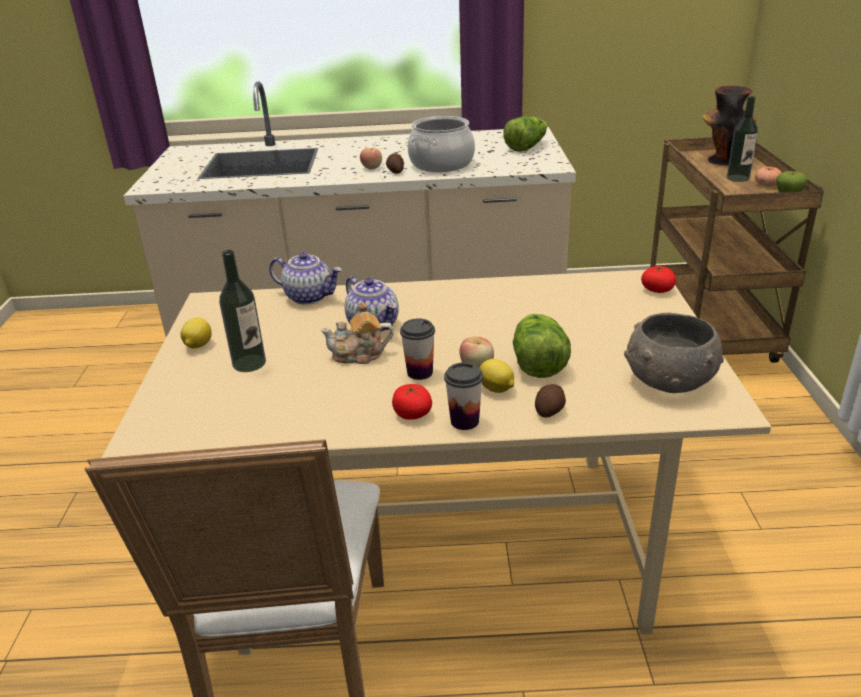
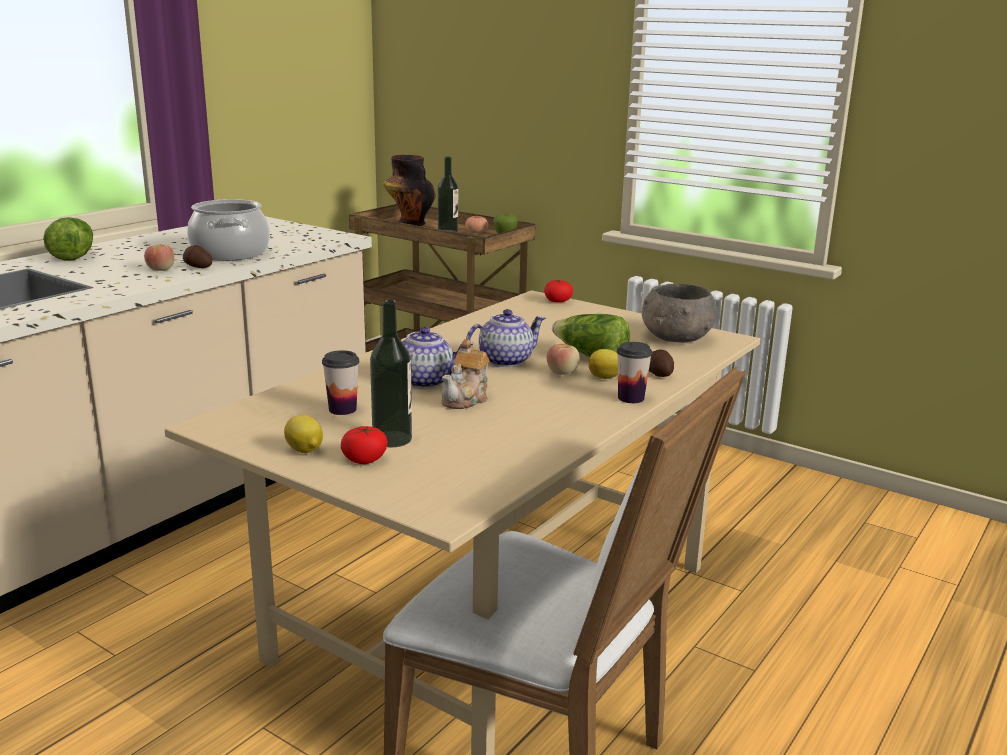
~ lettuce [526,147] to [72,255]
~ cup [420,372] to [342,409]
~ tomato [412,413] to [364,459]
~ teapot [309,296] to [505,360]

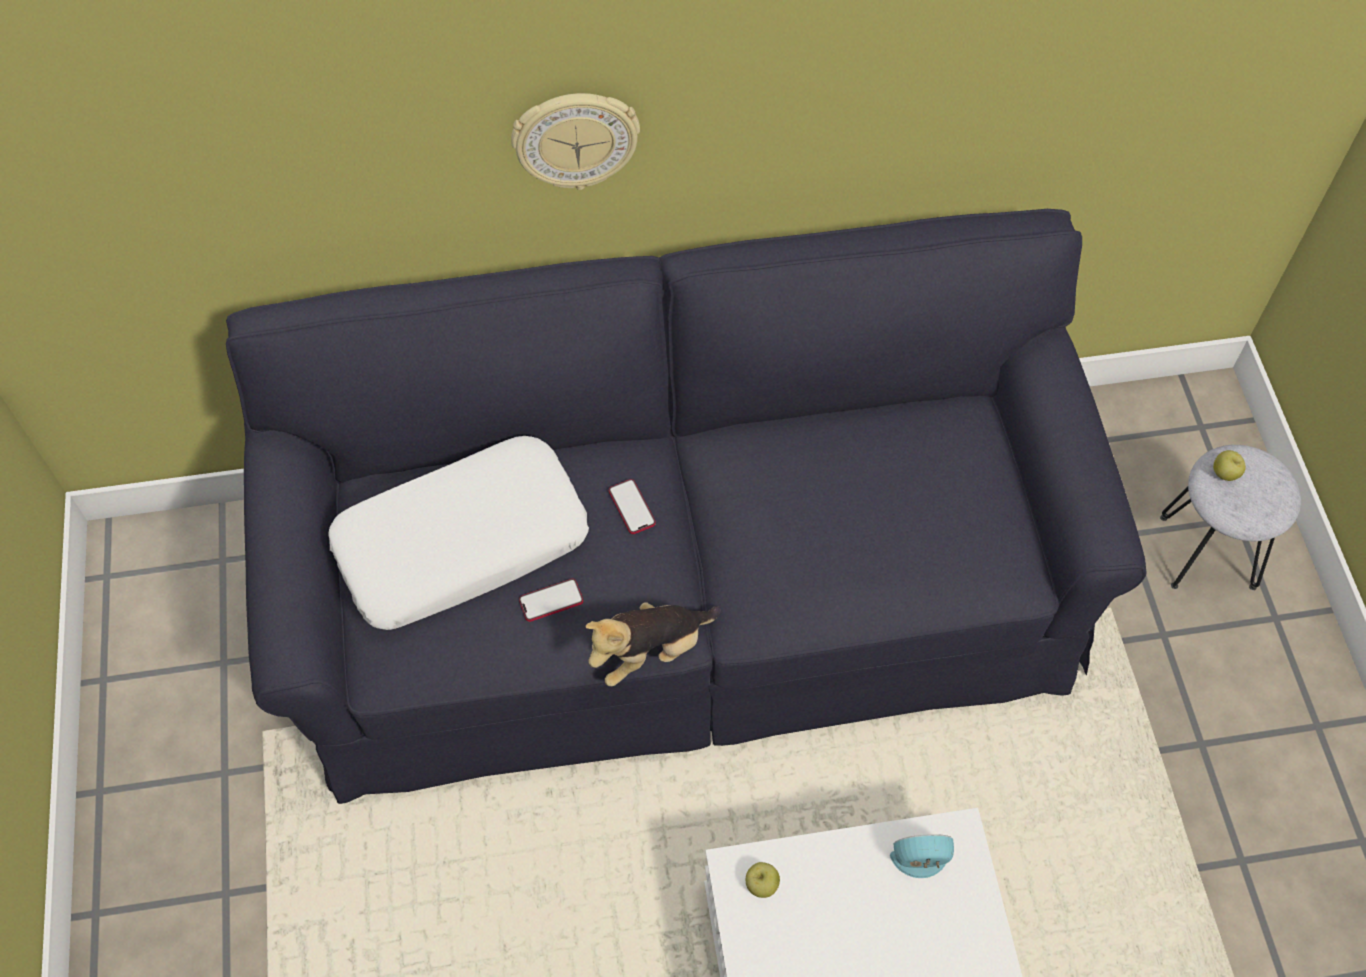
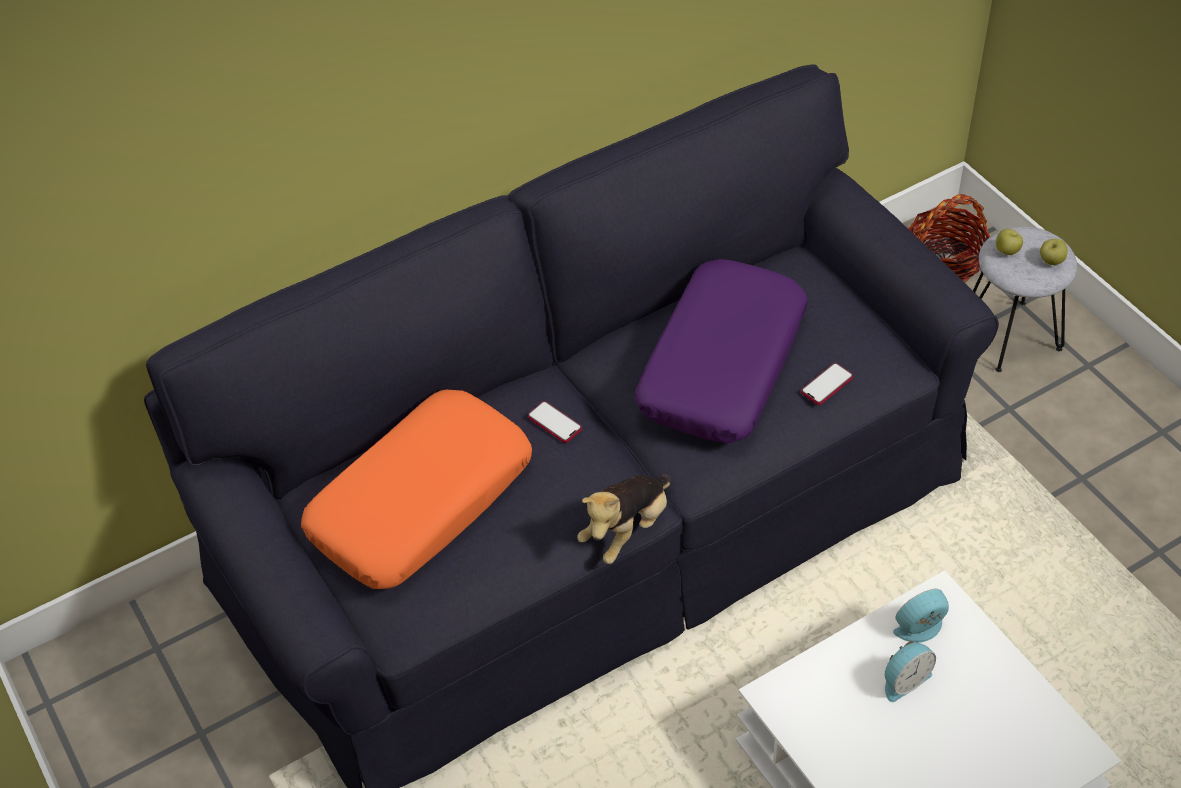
~ white pillow [462,543] to orange pillow [421,501]
+ purple pillow [721,365]
~ phone [551,601] to [827,385]
+ alarm clock [904,680]
+ basket [945,261]
~ apple [761,885] to [1051,261]
- wall clock [575,139]

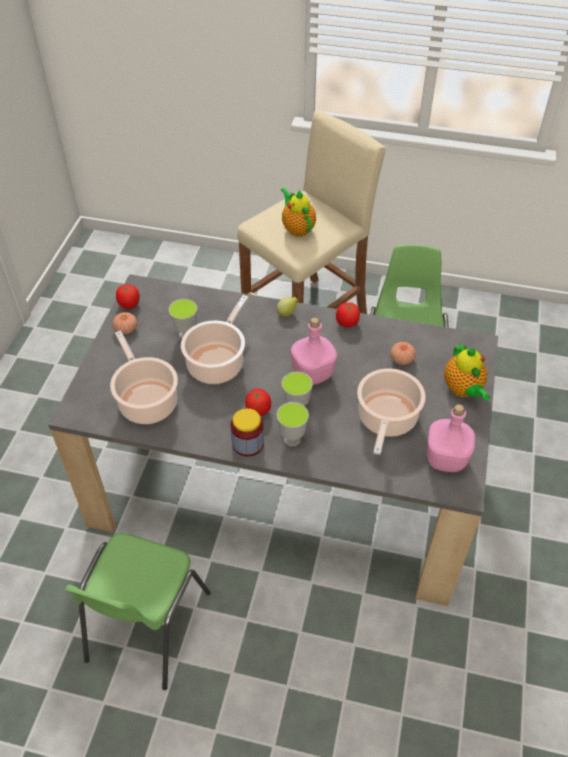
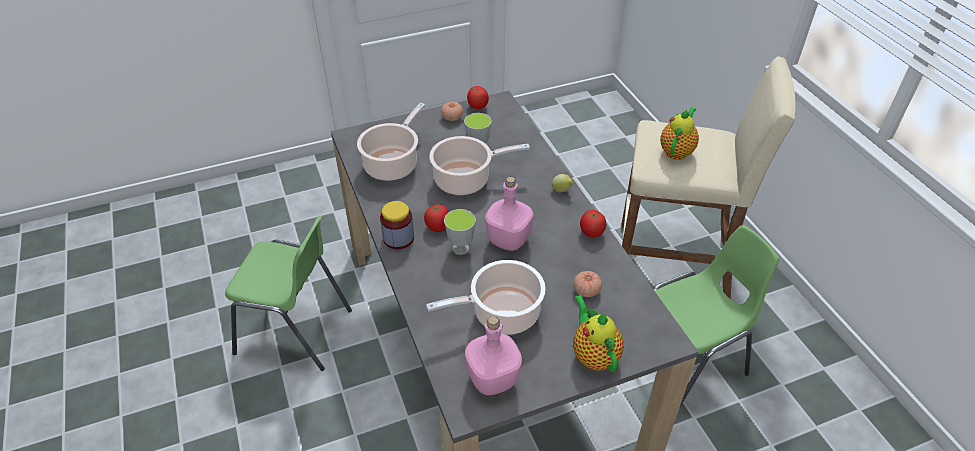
~ green chair [146,627] = [295,331] 150 degrees counterclockwise
~ teapot [463,390] = [593,354] 120 degrees clockwise
- cup [292,439]

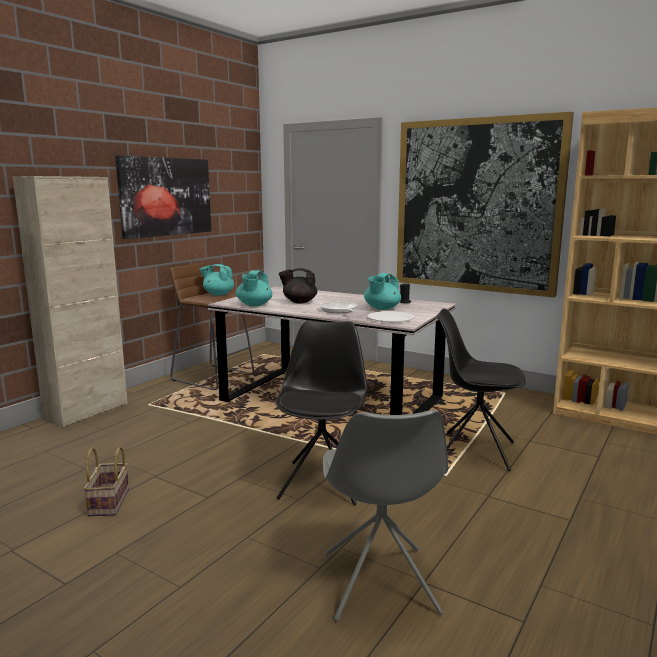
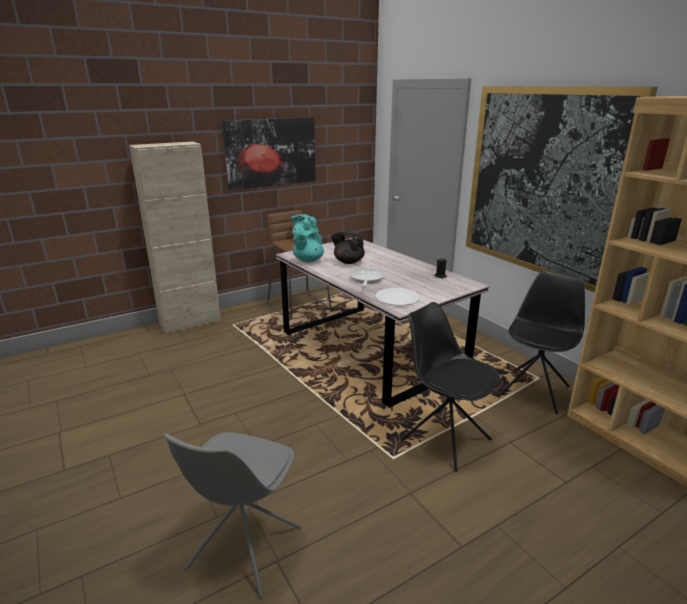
~ black chair [322,481] to [535,390]
- basket [110,503]
- turquoise teapot [381,308]

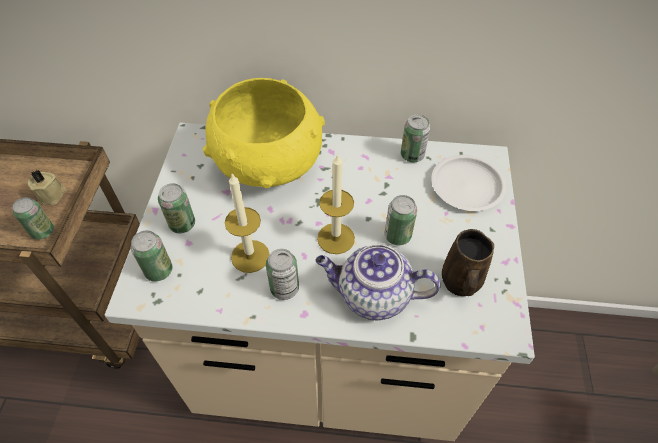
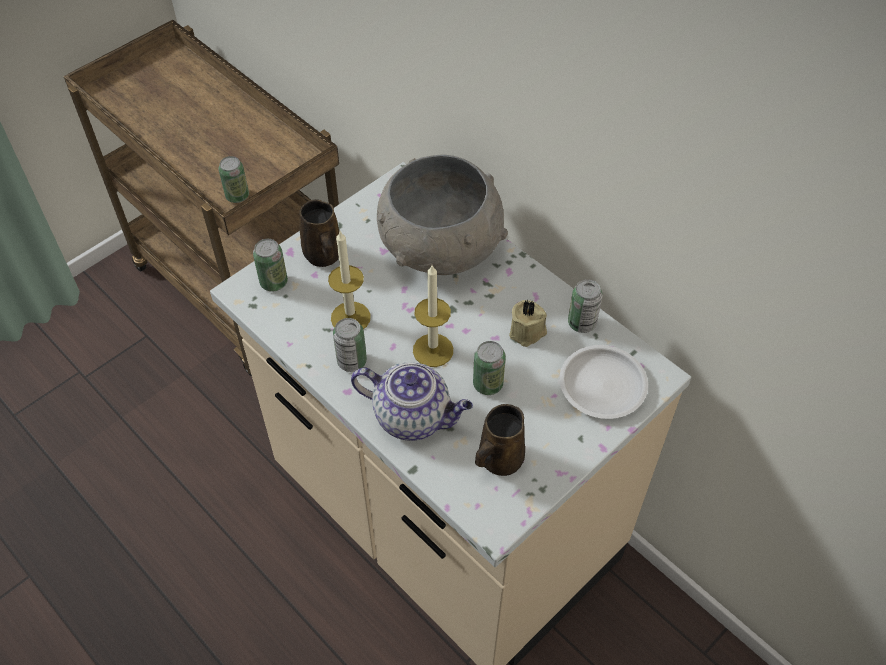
~ can [182,224] to brown mug [323,256]
~ teapot [372,296] = [414,417] 150 degrees clockwise
~ yellow bowl [268,166] to grey bowl [440,249]
~ beige candle [52,195] to [528,332]

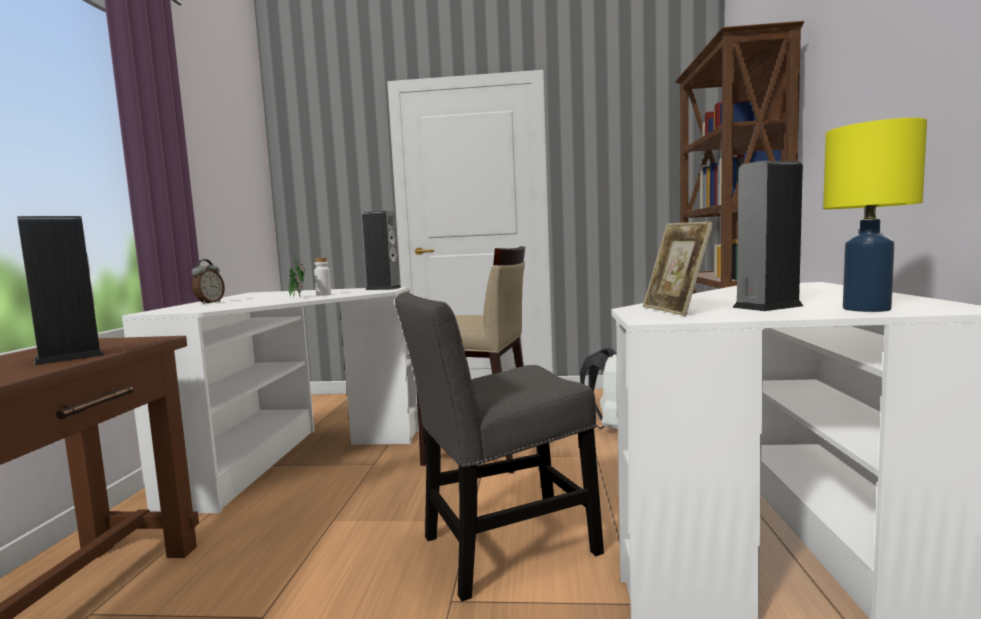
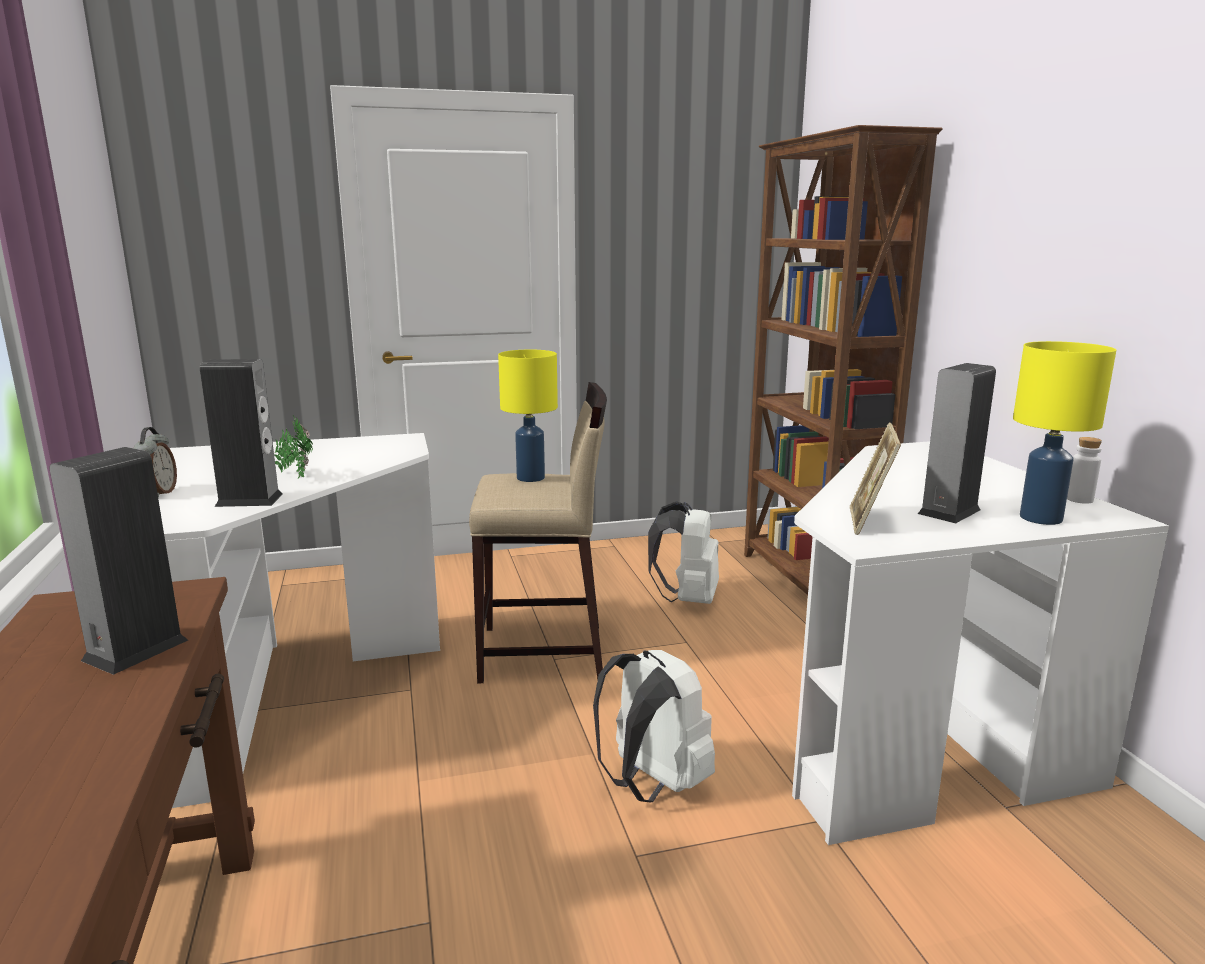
~ speaker [383,288] to [249,500]
+ yellow table lamp [531,477]
~ grey chair [501,549] to white backpack [652,784]
~ picture frame [675,310] = [869,522] 45 degrees clockwise
~ white bottle [323,295] to [1079,499]

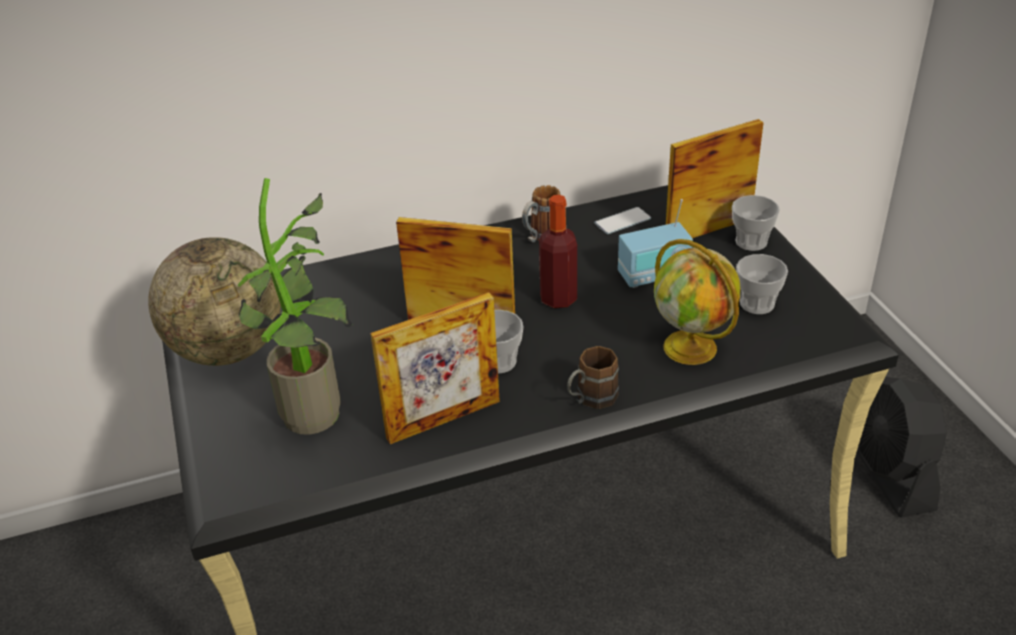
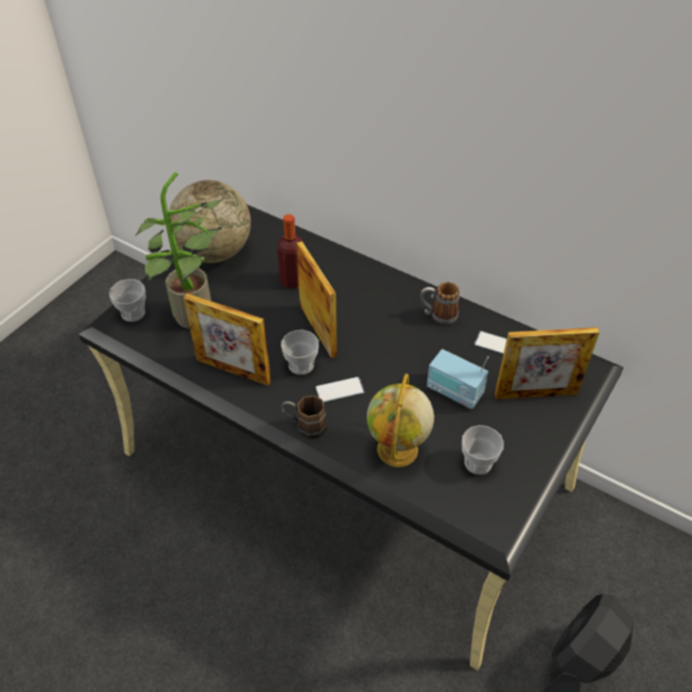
~ cup [751,242] to [133,313]
~ bottle [558,298] to [293,281]
+ phone [340,390]
~ picture frame [708,230] = [536,394] 150 degrees clockwise

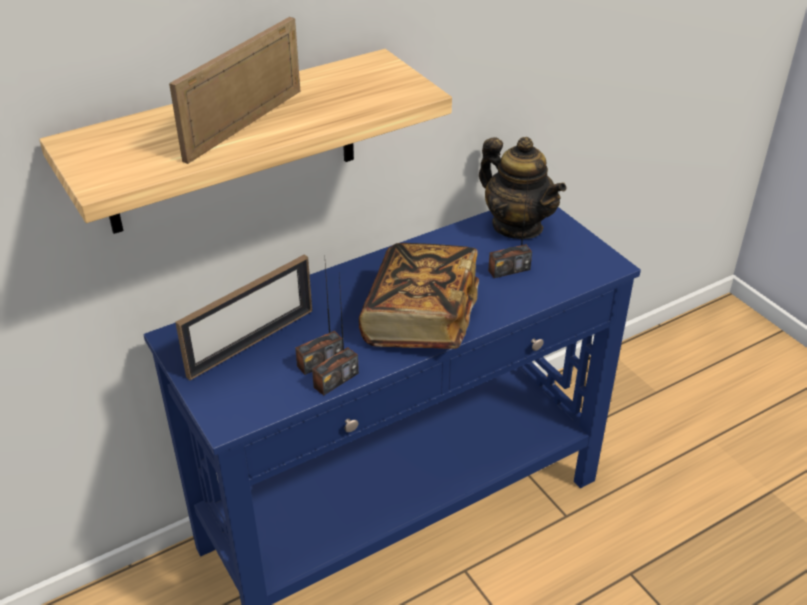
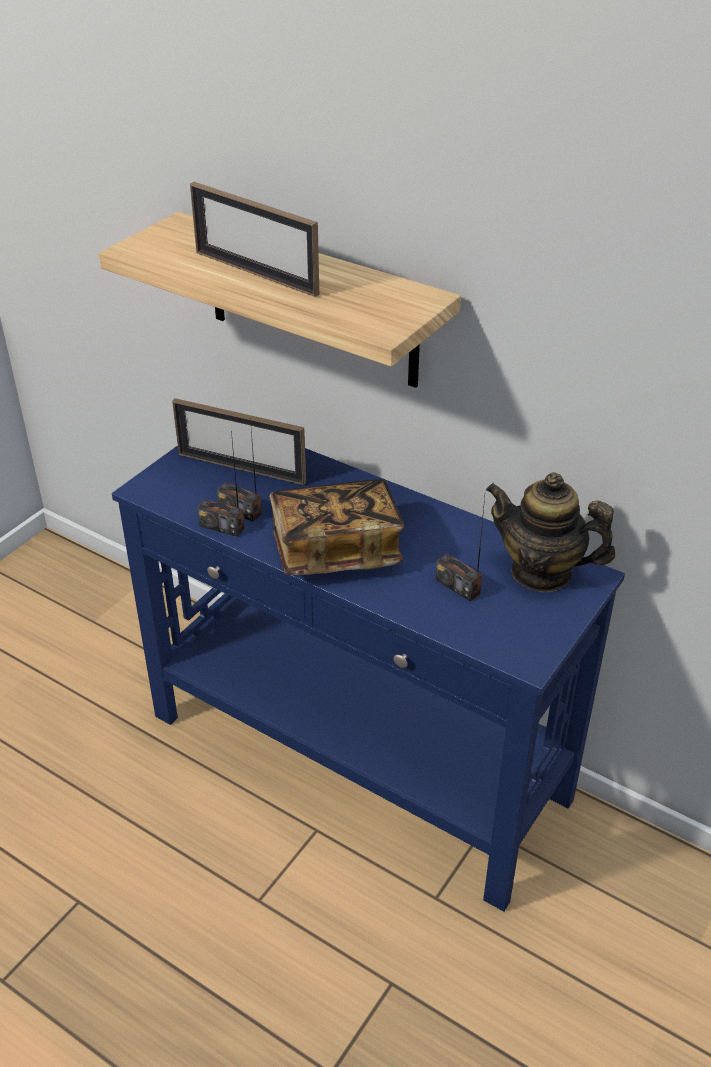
~ picture frame [244,124] = [256,273] 150 degrees counterclockwise
~ teapot [517,226] = [541,572] 90 degrees clockwise

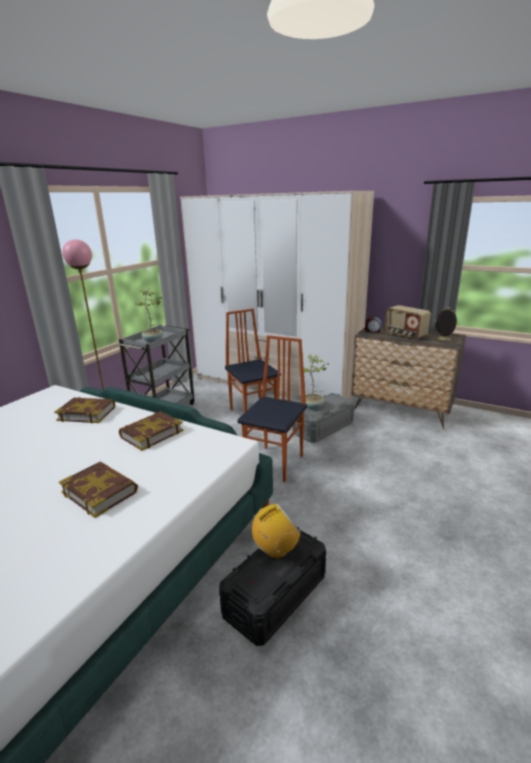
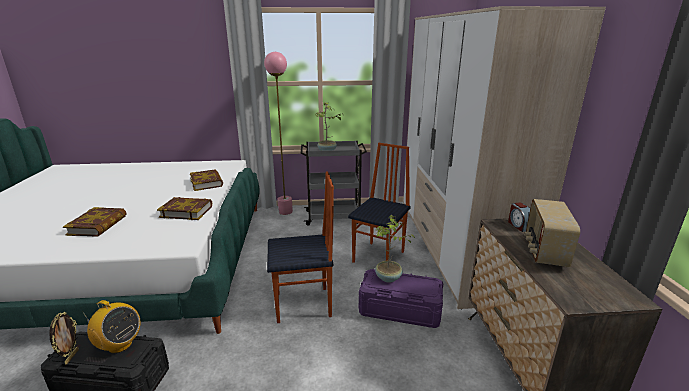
~ picture frame [443,340] to [71,356]
~ grey storage box [322,428] to purple storage box [399,310]

